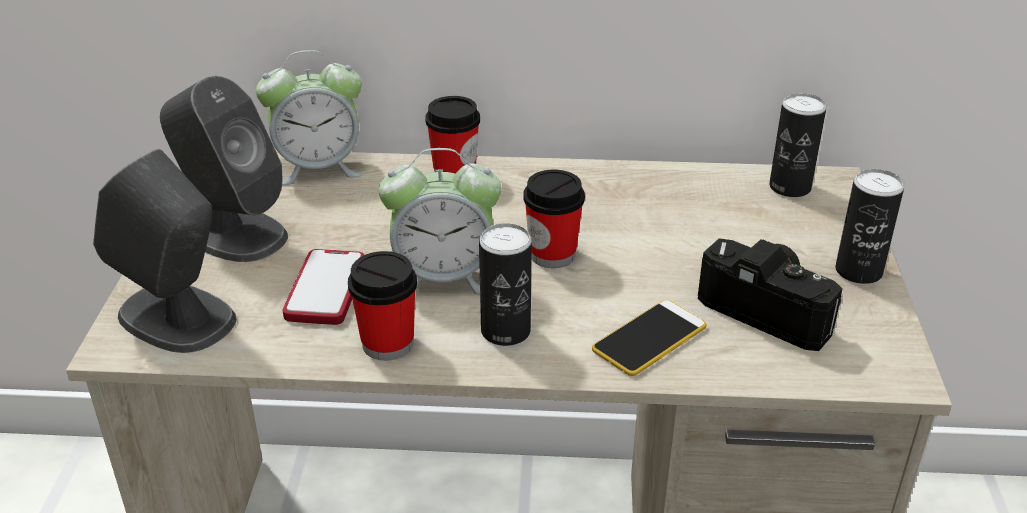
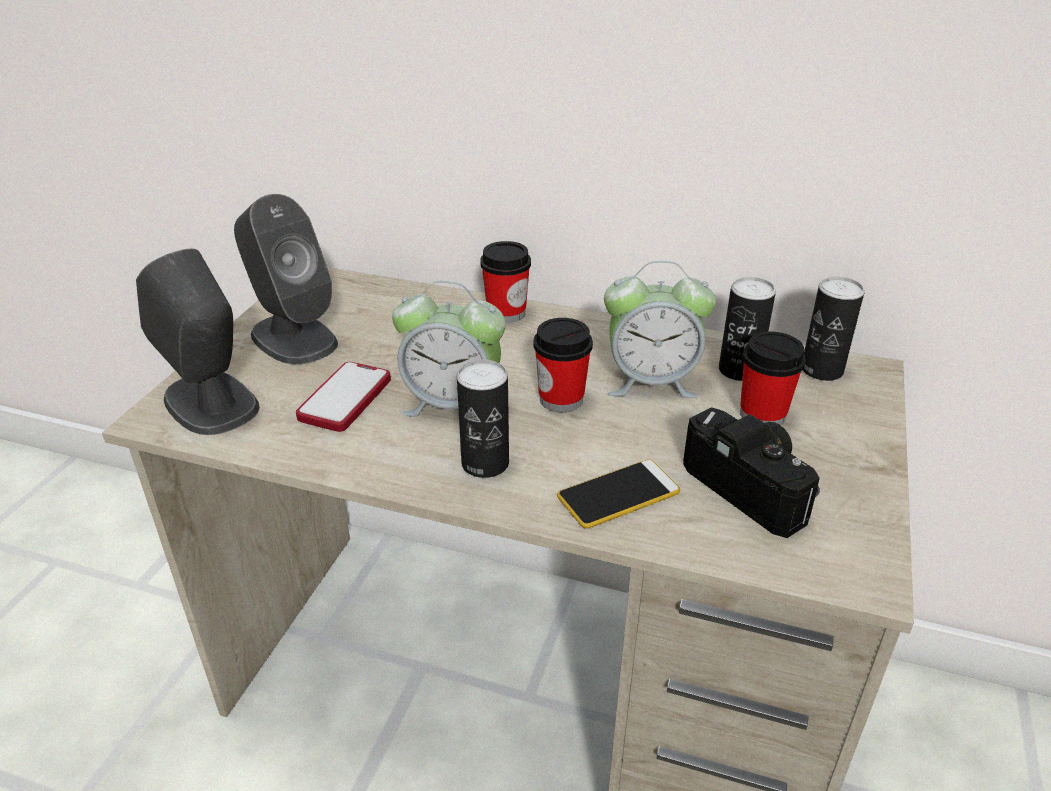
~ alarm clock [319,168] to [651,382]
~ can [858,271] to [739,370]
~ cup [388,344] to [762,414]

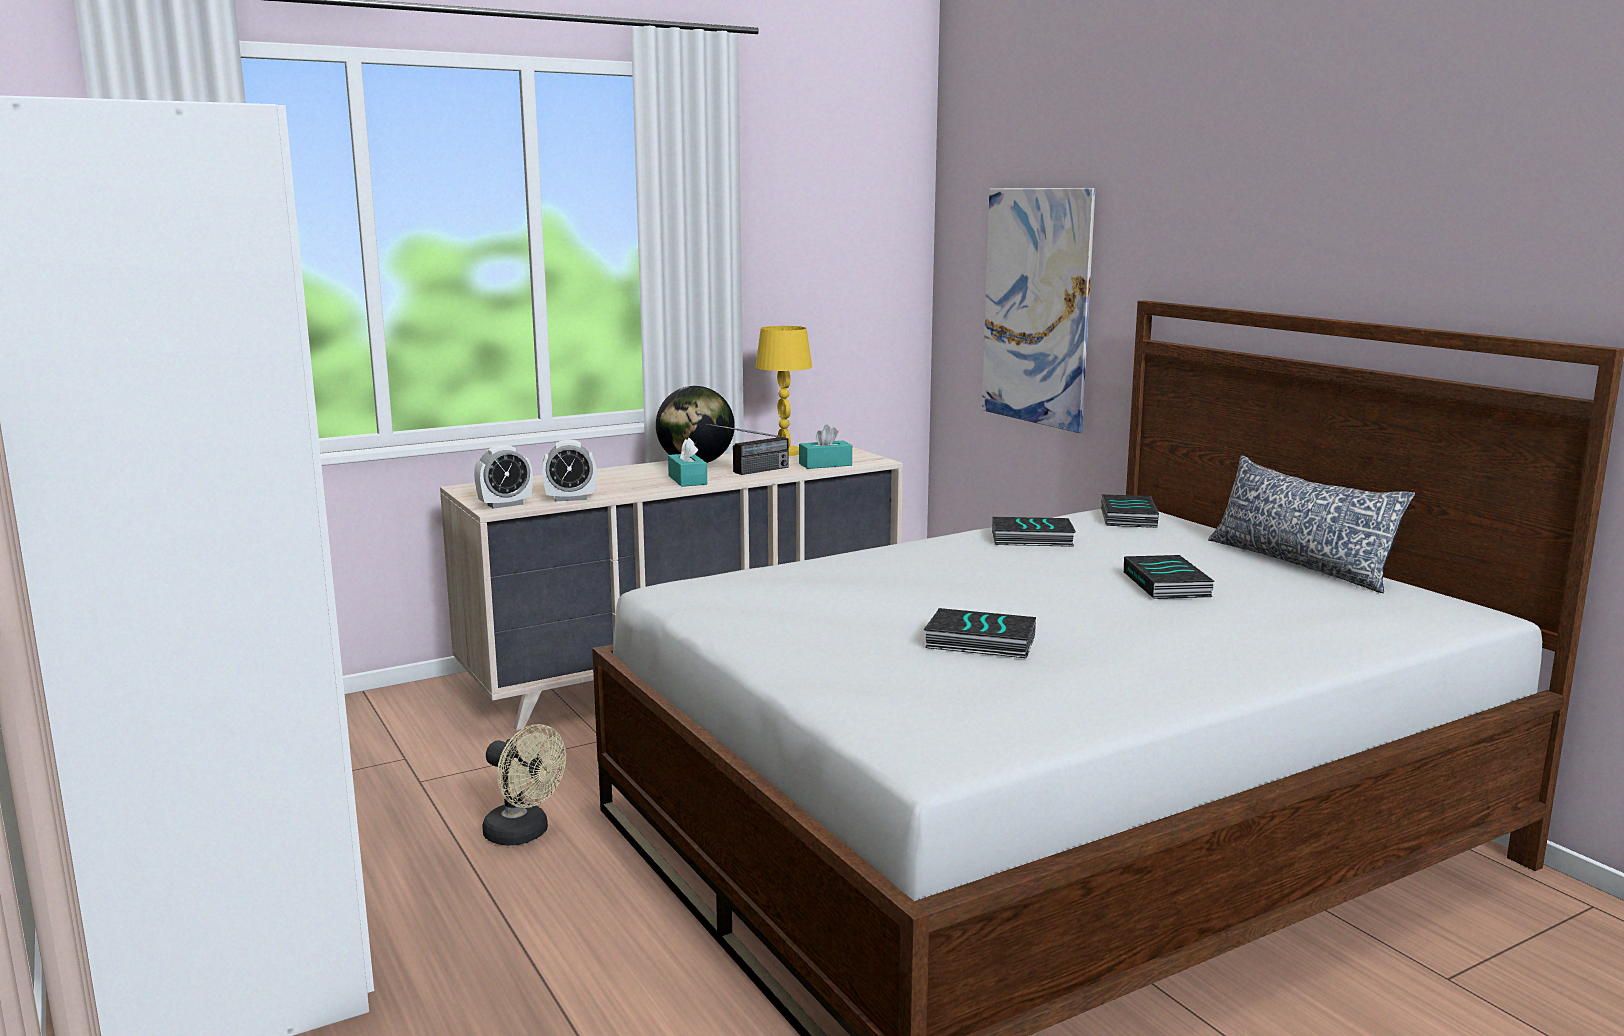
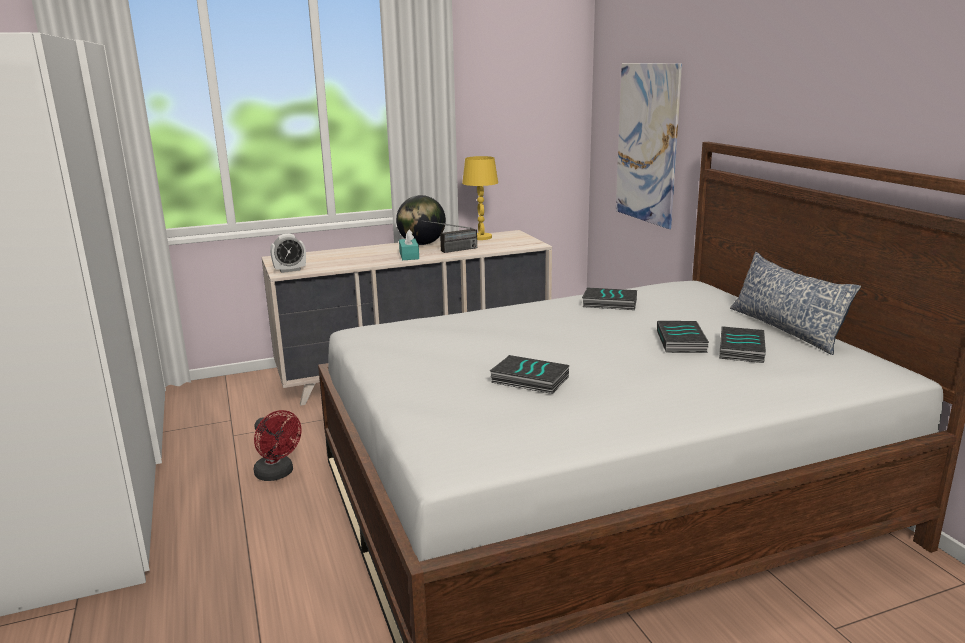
~ beige fan [524,834] to red fan [277,474]
~ book [1126,517] to [740,349]
- alarm clock [570,498]
- turquoise tissue box [825,464]

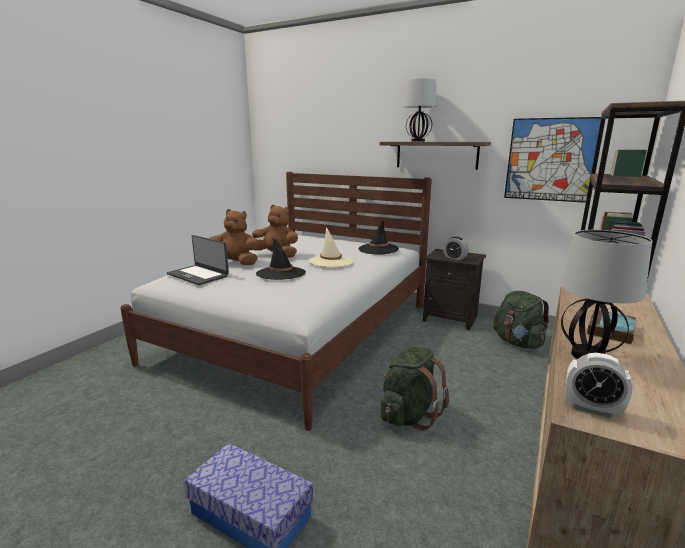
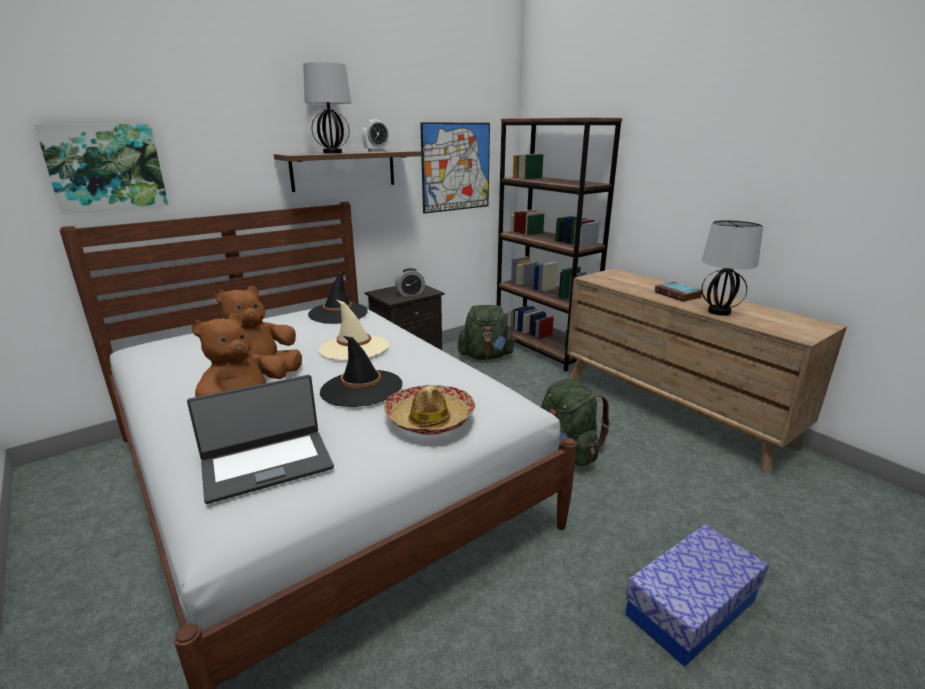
+ picture [106,167]
~ alarm clock [592,409] to [376,151]
+ hat [430,418]

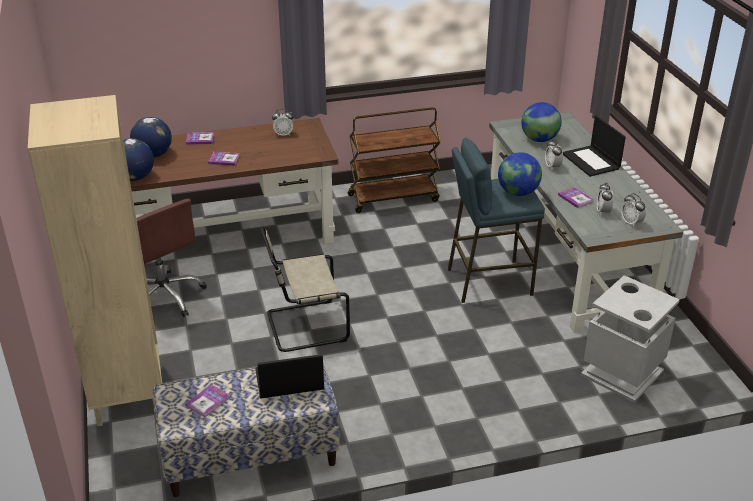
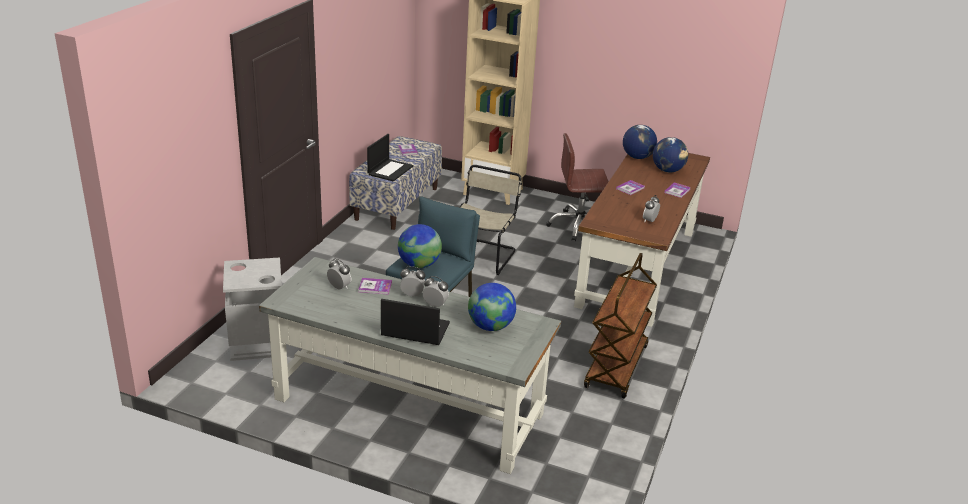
~ alarm clock [631,223] to [412,295]

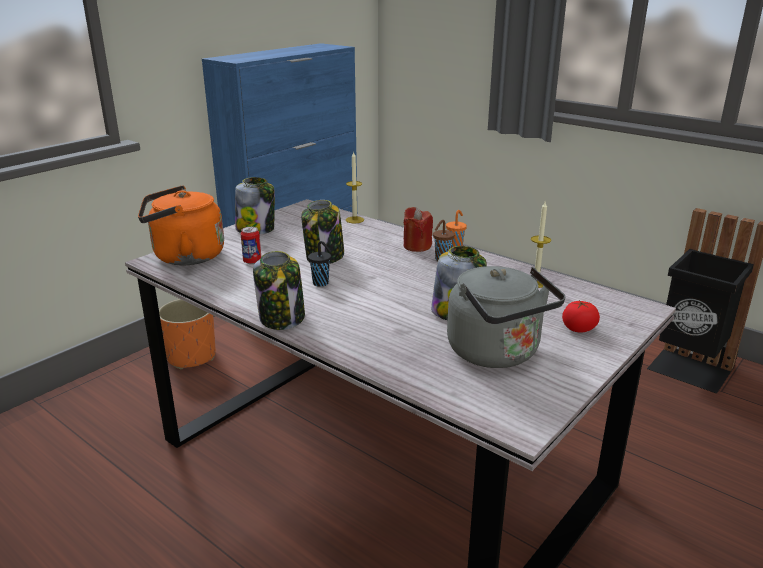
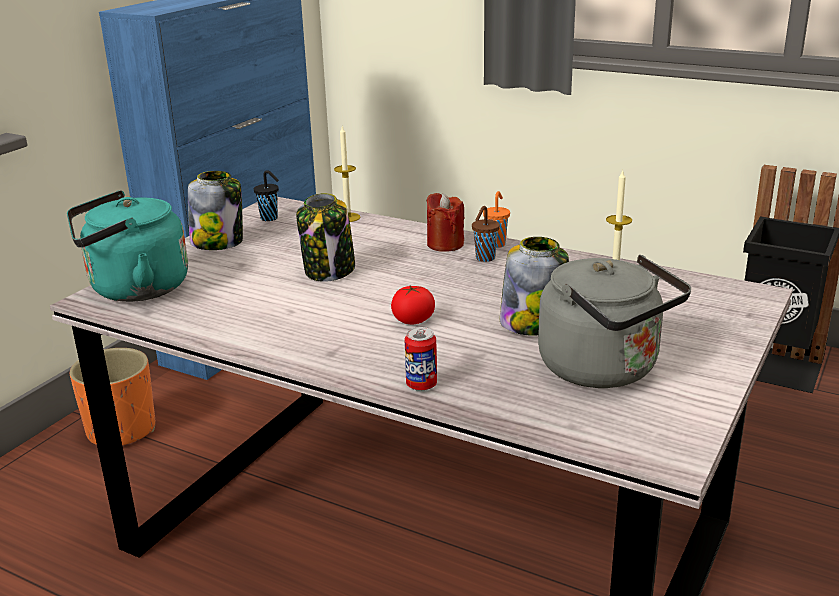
~ orange kettle [184,257] to turquoise kettle [133,289]
~ black cup [321,283] to [270,218]
~ tomato [578,329] to [413,320]
~ can [252,261] to [421,385]
- jar [282,318]

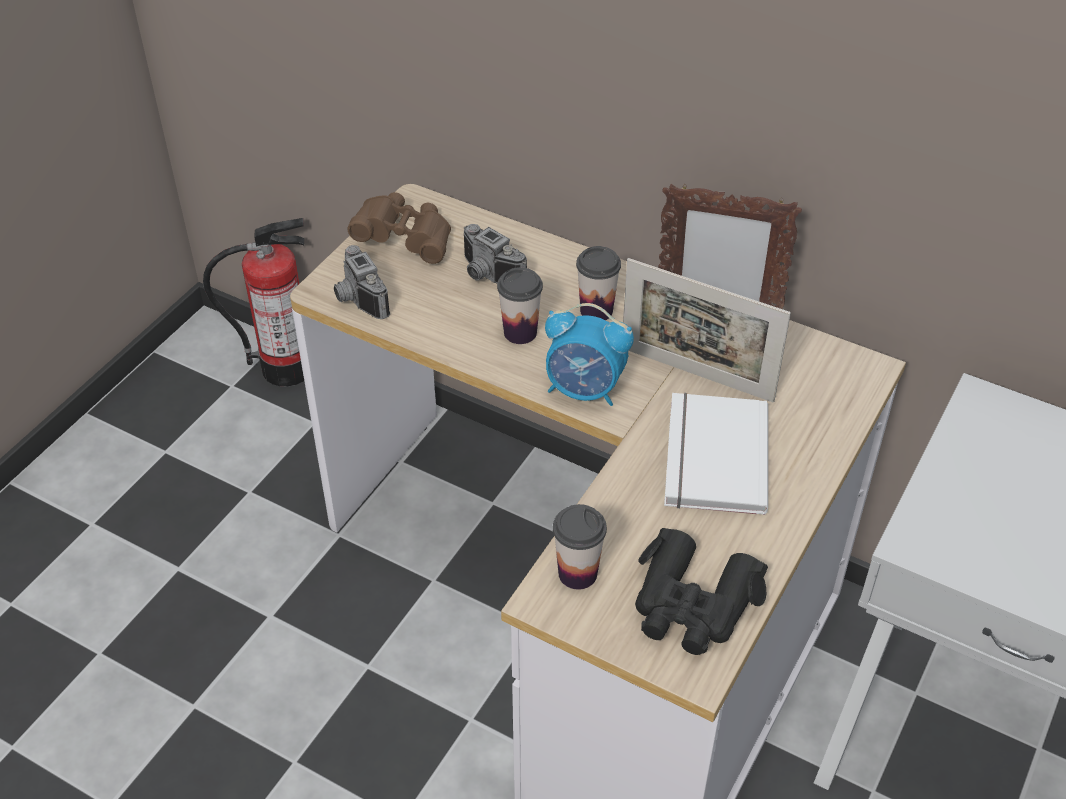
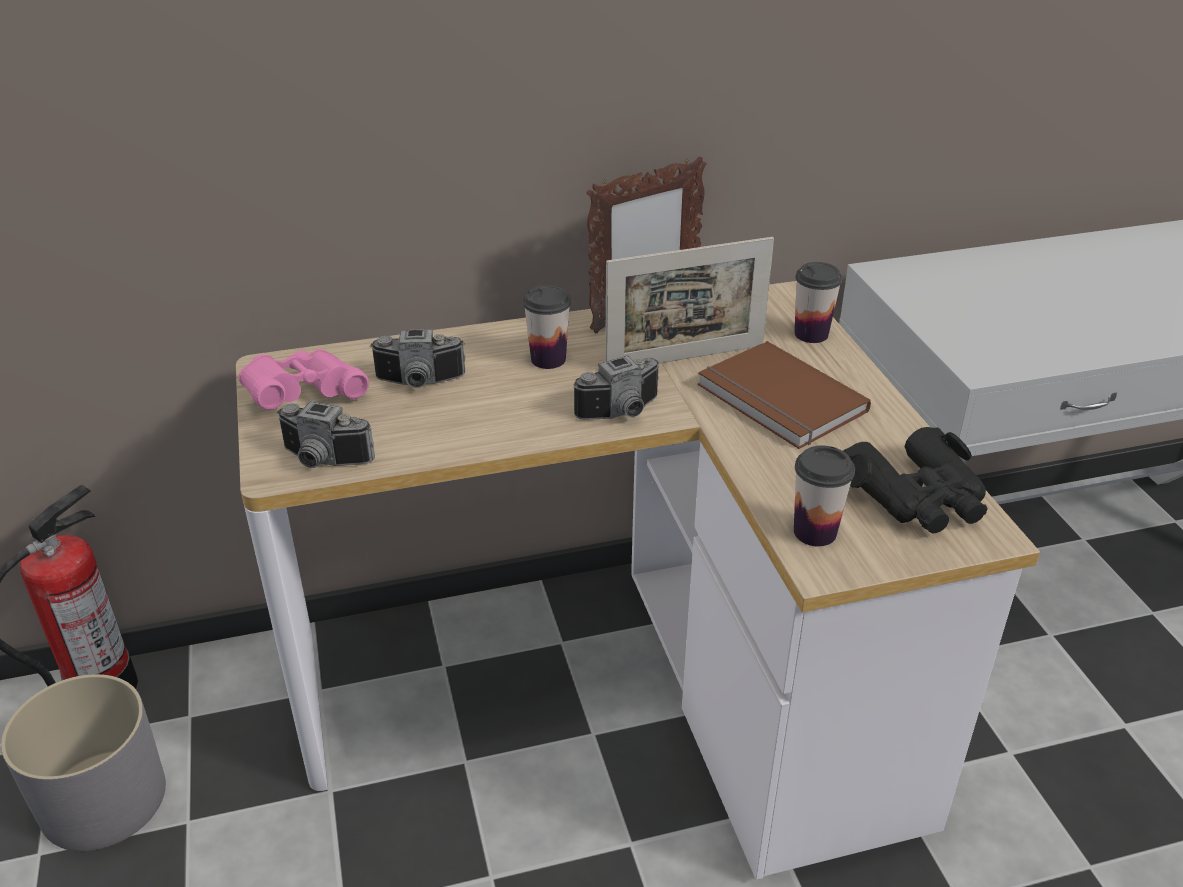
+ grey planter [103,800]
~ brown binoculars [405,240] to pink binoculars [303,397]
~ alarm clock [585,390] to photo camera [623,413]
~ white book [711,457] to brown book [778,400]
~ cup [520,332] to [811,334]

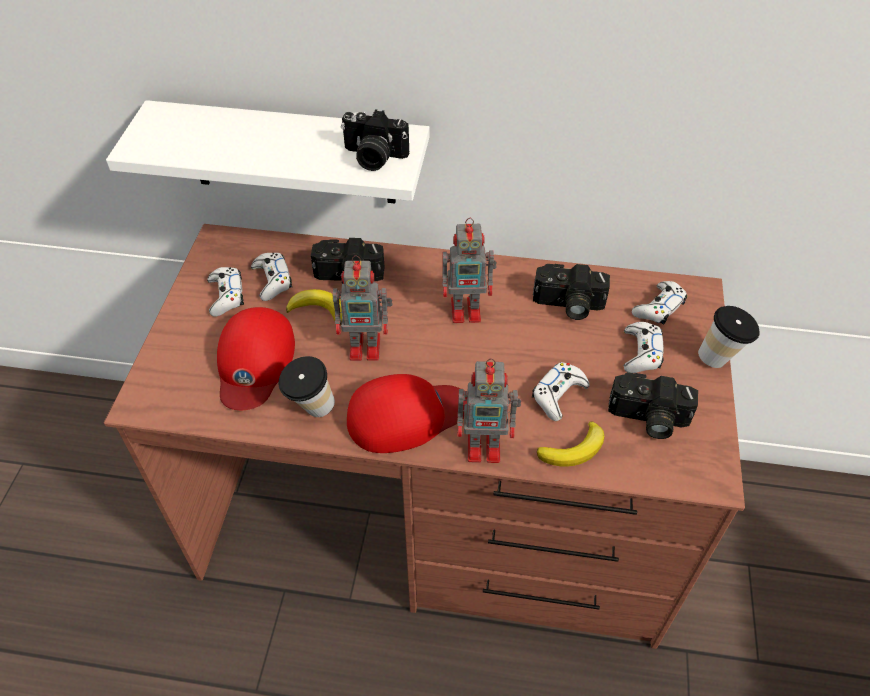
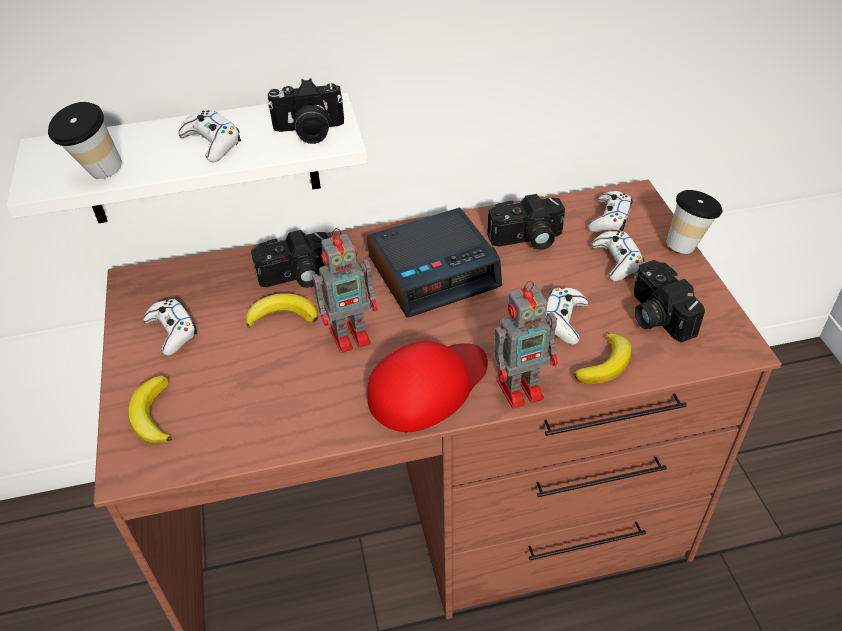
~ cup [311,410] to [97,175]
+ banana [152,415]
~ white game controller [272,280] to [212,143]
~ toy robot [467,310] to alarm clock [434,271]
~ photo camera [647,419] = [655,315] 75 degrees clockwise
- red cap [254,362]

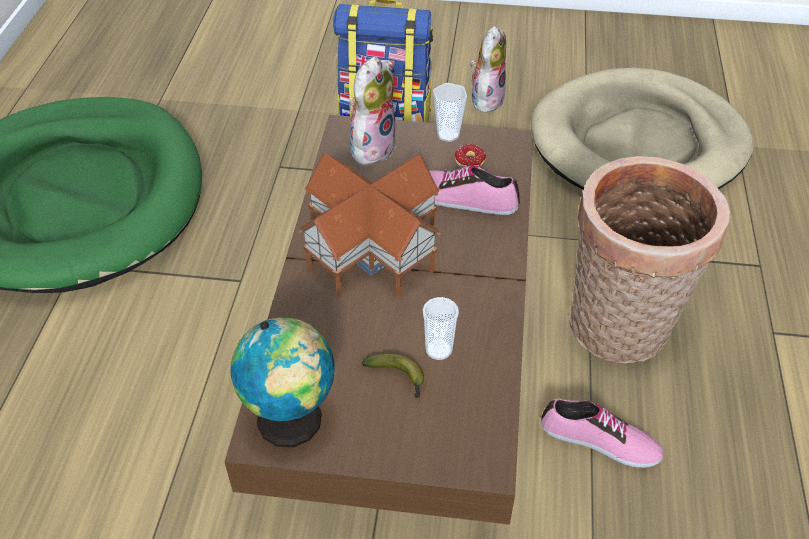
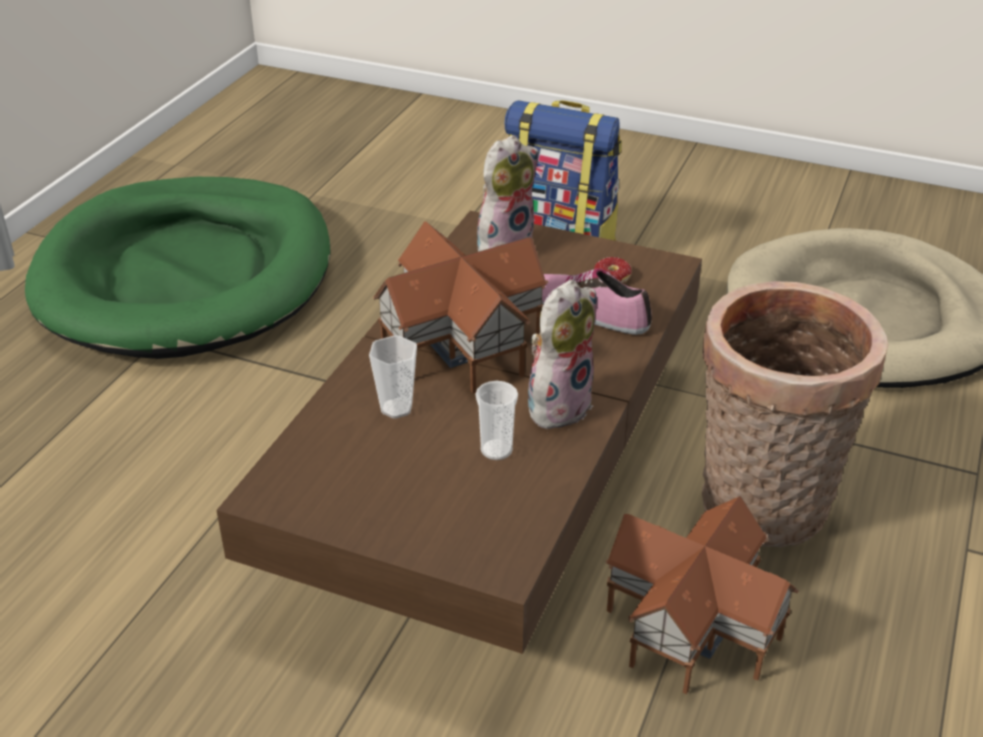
~ cup [448,135] to [396,408]
~ plush toy [486,99] to [558,404]
~ shoe [599,441] to toy house [692,622]
- globe [293,422]
- banana [398,378]

